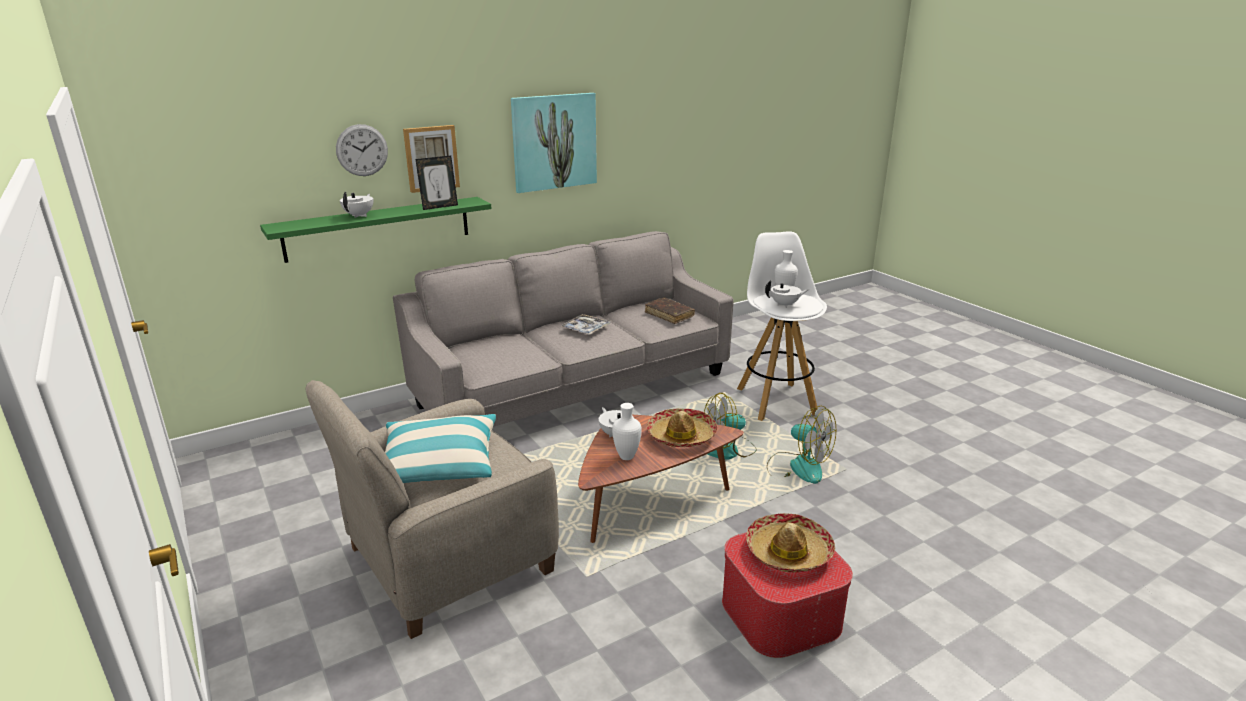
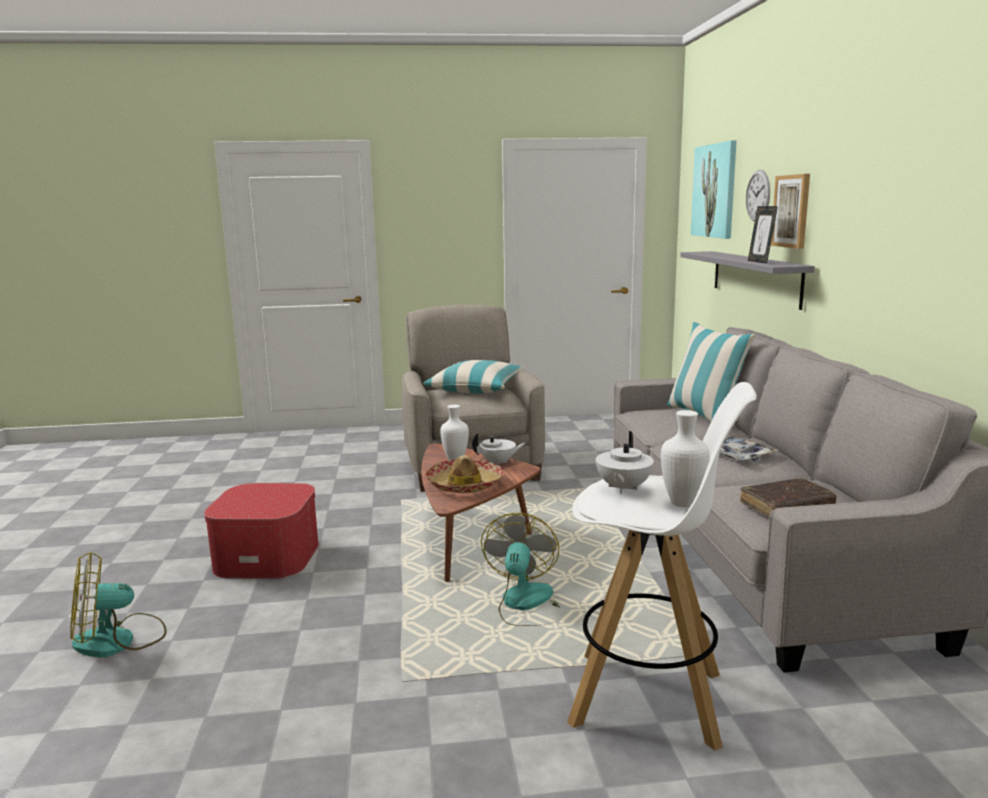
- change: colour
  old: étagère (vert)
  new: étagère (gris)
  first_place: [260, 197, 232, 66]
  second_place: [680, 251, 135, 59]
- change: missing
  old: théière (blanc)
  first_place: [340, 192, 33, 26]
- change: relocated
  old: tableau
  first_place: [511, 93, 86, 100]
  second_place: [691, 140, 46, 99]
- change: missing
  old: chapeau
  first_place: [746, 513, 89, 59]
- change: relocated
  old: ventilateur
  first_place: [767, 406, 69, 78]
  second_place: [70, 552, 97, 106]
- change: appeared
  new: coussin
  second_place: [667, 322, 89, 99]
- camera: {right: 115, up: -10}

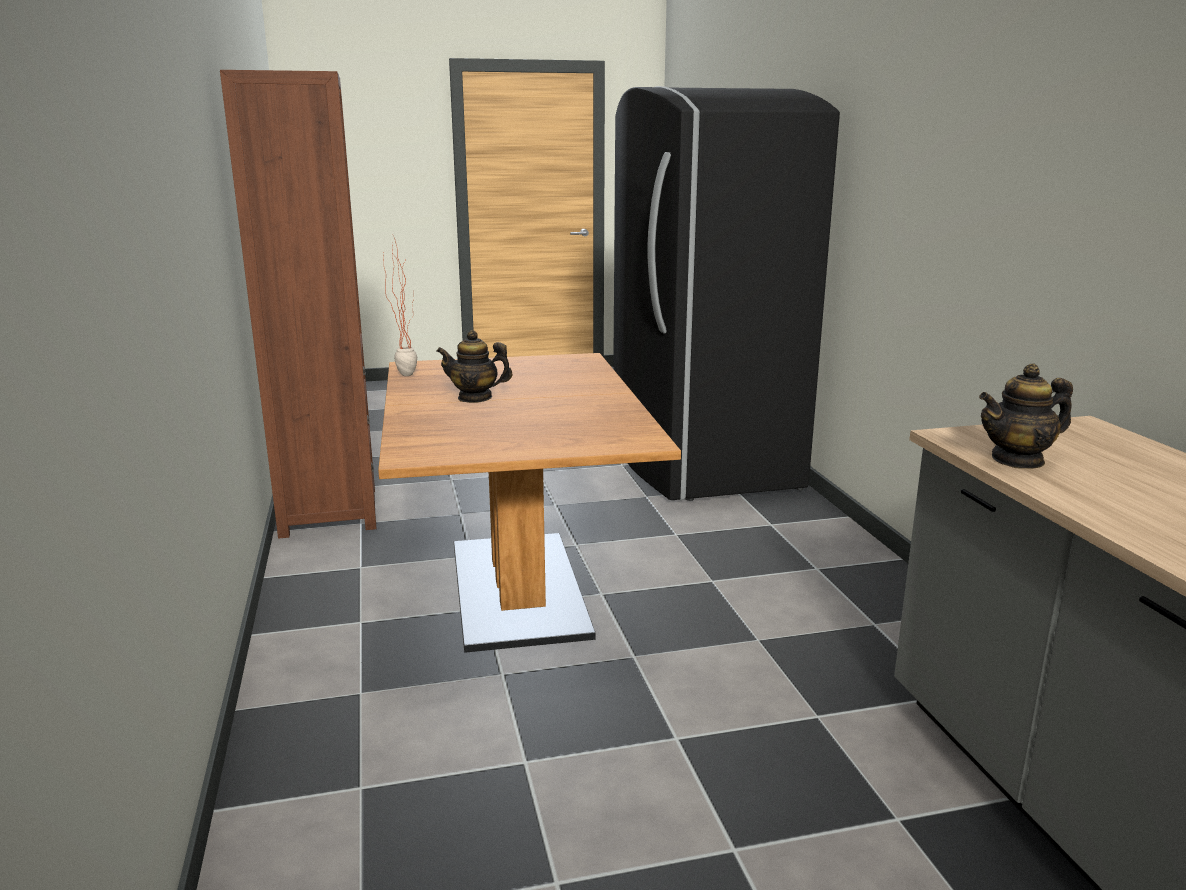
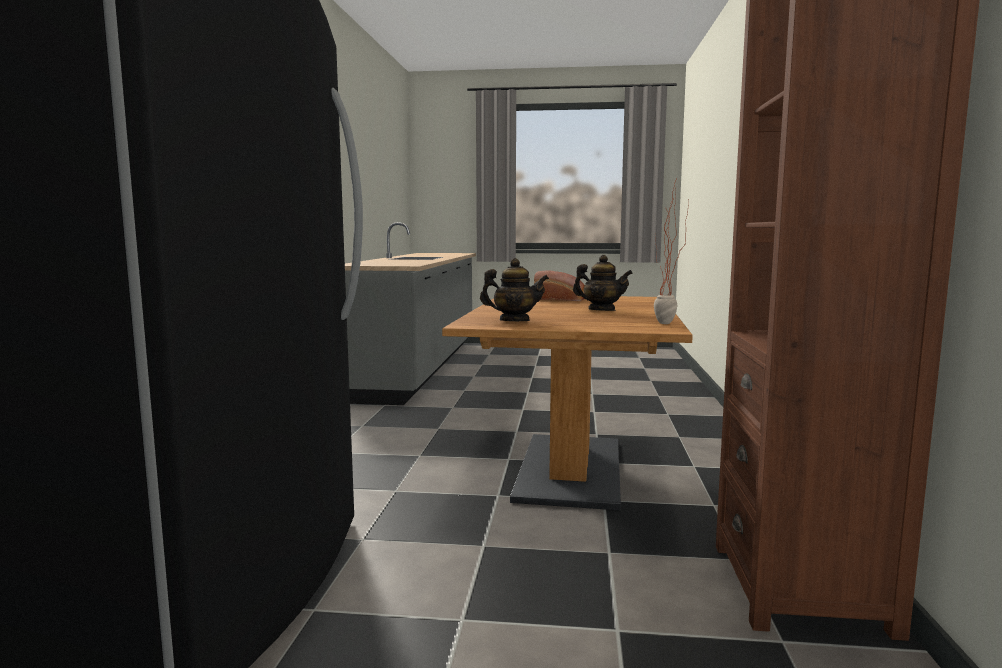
- change: relocated
  old: théière
  first_place: [979, 363, 94, 106]
  second_place: [480, 258, 69, 63]
- change: appeared
  new: pain
  second_place: [534, 270, 51, 31]
- camera: {right: -160, up: -10}

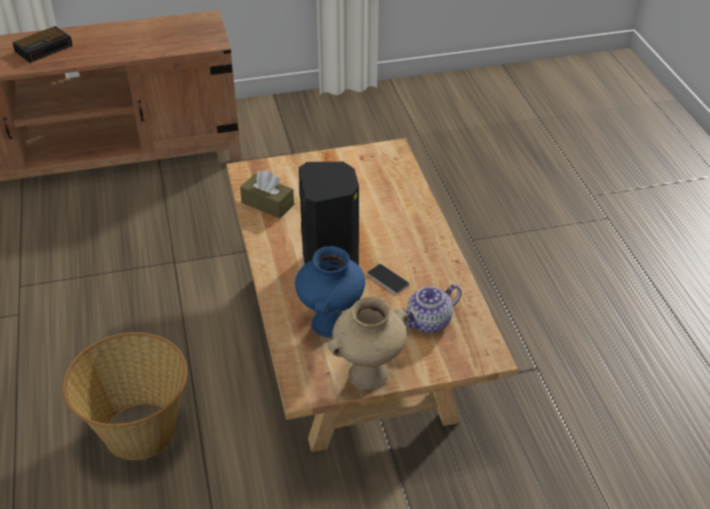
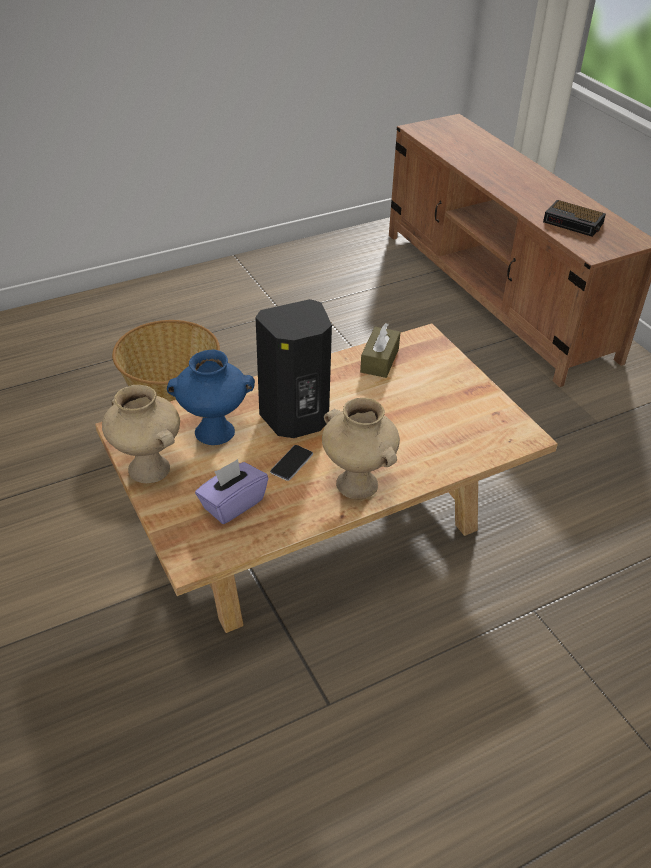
- change: relocated
  old: réveil
  first_place: [12, 26, 61, 37]
  second_place: [543, 200, 63, 37]
- change: exchanged
  old: théière
  new: boîte à mouchoirs (violet)
  first_place: [402, 284, 59, 49]
  second_place: [195, 459, 73, 65]
- change: appeared
  new: vase (beige)
  second_place: [322, 398, 78, 101]
- camera: {right: 75, up: 0}

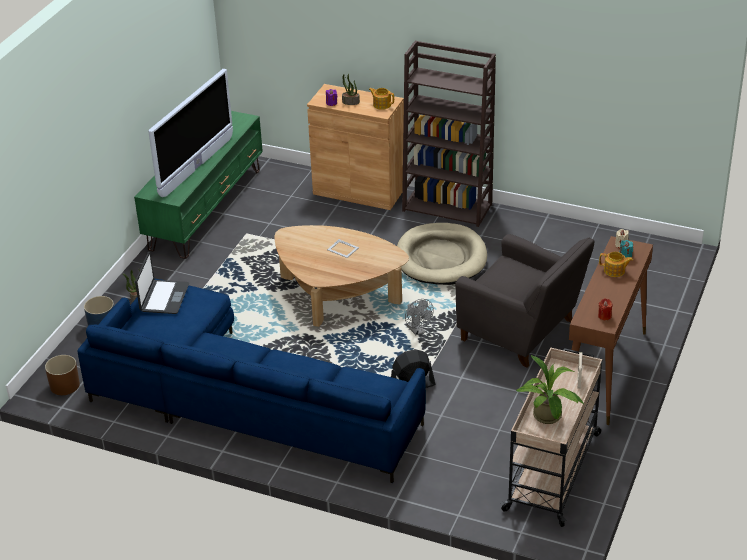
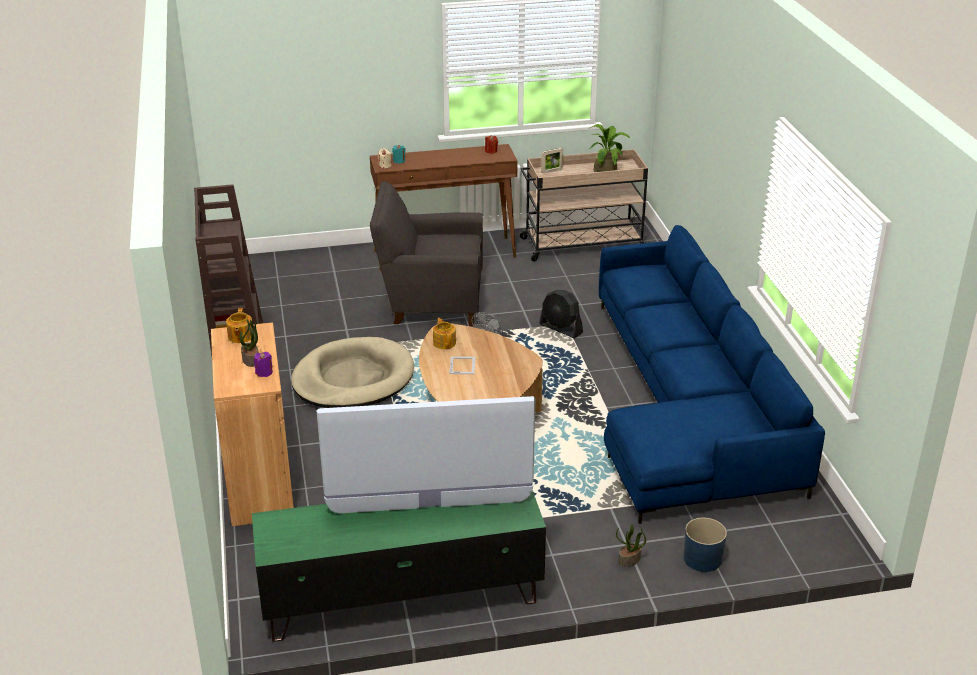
- change: missing
  old: cache-pot (marron)
  first_place: [45, 355, 35, 40]
- change: missing
  old: ordinateur portable
  first_place: [135, 252, 54, 62]
- change: spun
  old: fauteuil (gris)
  first_place: [455, 234, 139, 133]
  second_place: [370, 181, 113, 145]
  degrees: -90
- change: relocated
  old: théière
  first_place: [599, 252, 34, 25]
  second_place: [433, 318, 23, 31]
- camera: {right: -125, up: -5}

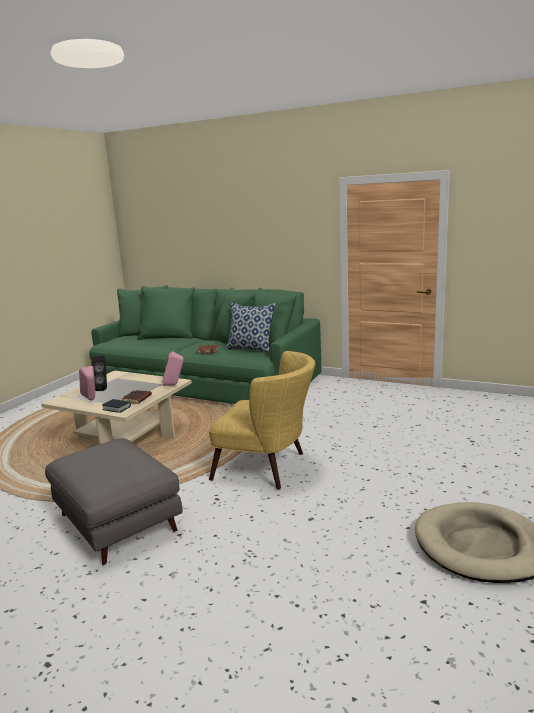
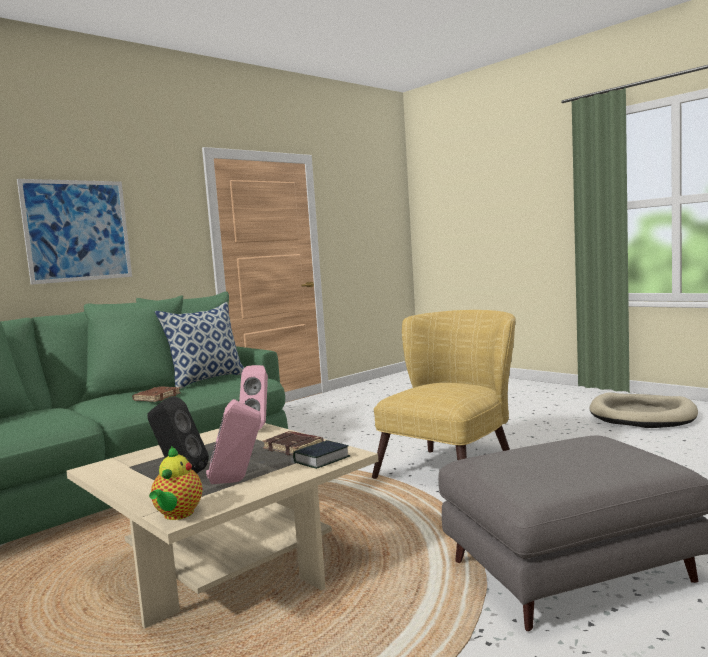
- change: appeared
  new: tableau
  second_place: [17, 179, 115, 106]
- change: appeared
  new: théière
  second_place: [149, 446, 53, 74]
- camera: {right: -70, up: -10}

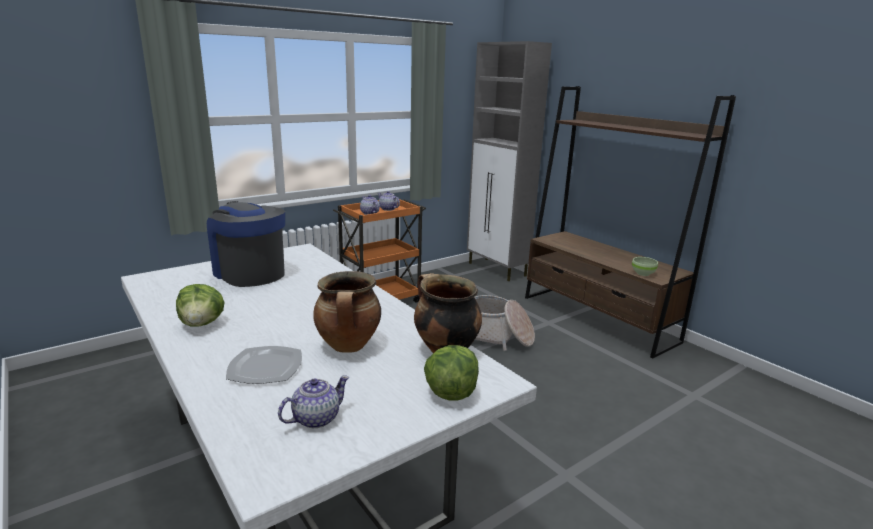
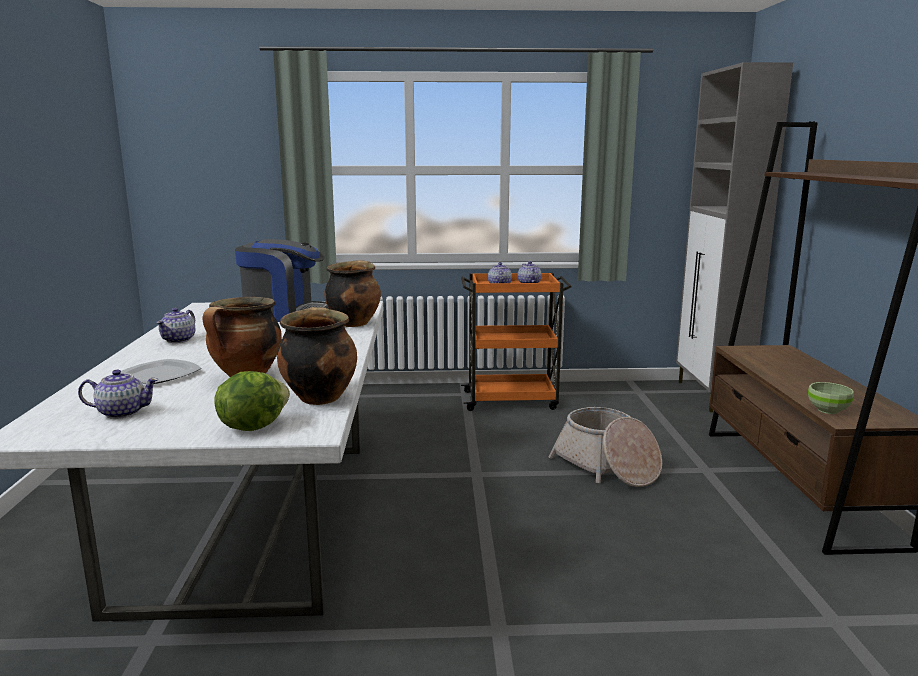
- change: exchanged
  old: laitue
  new: théière
  first_place: [176, 284, 49, 43]
  second_place: [156, 308, 39, 35]
- change: spun
  old: machine à café
  first_place: [207, 201, 78, 86]
  second_place: [235, 239, 94, 83]
  degrees: 105
- change: appeared
  new: marmite
  second_place: [324, 260, 57, 67]
- camera: {right: 35, up: -5}

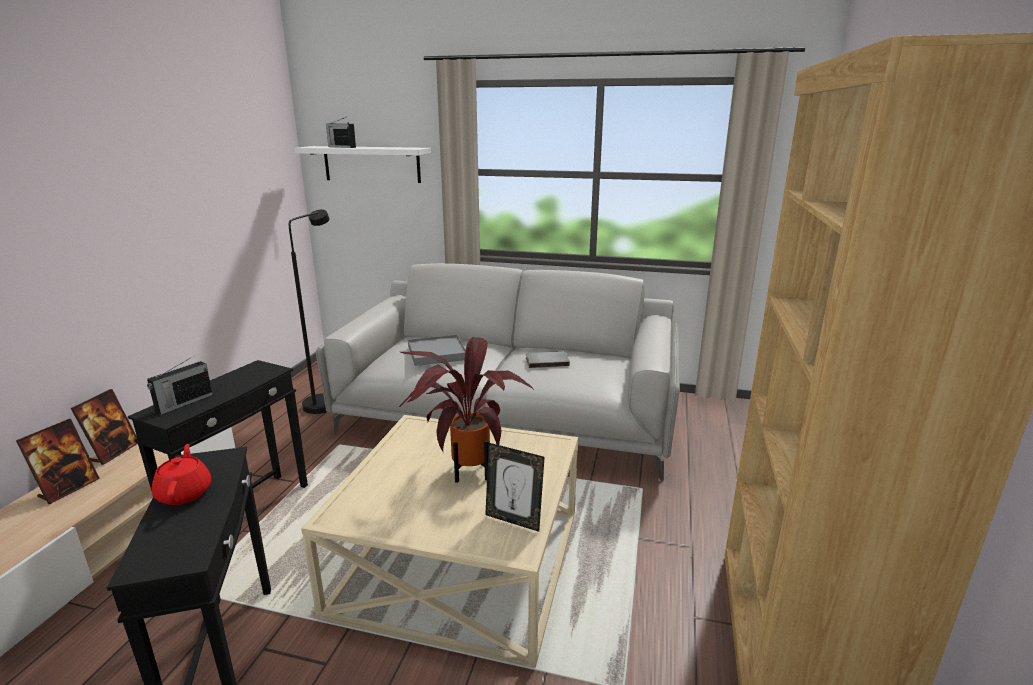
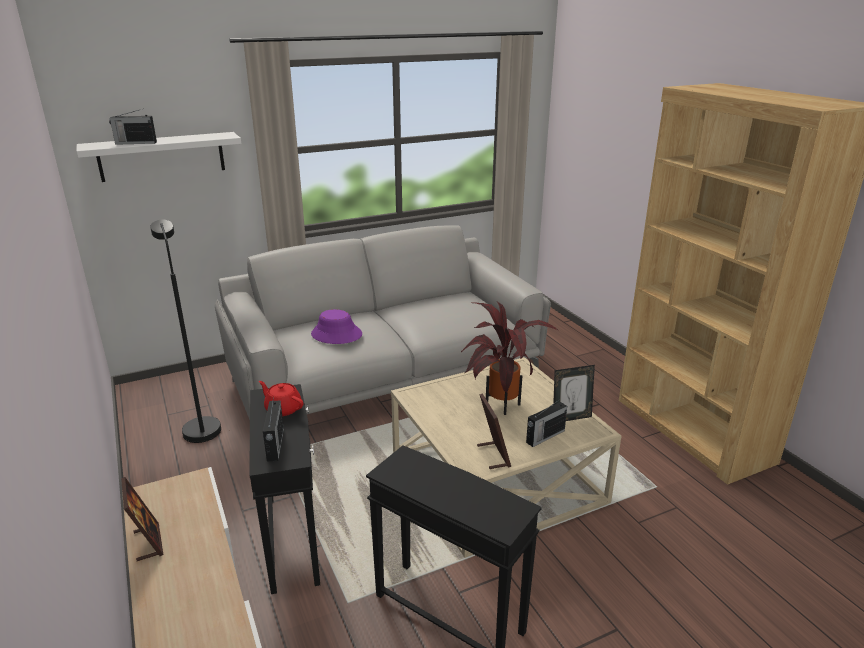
- change: relocated
  old: cadre photo
  first_place: [16, 419, 84, 85]
  second_place: [477, 393, 34, 76]
- change: relocated
  old: théière (rouge)
  first_place: [152, 444, 59, 61]
  second_place: [259, 381, 44, 35]
- change: exchanged
  old: plateau (gris)
  new: chapeau (violet)
  first_place: [408, 335, 58, 31]
  second_place: [311, 309, 51, 35]
- change: missing
  old: livre (gris)
  first_place: [526, 351, 44, 17]
- change: appeared
  new: radio
  second_place: [526, 399, 41, 48]
- camera: {right: -40, up: 5}

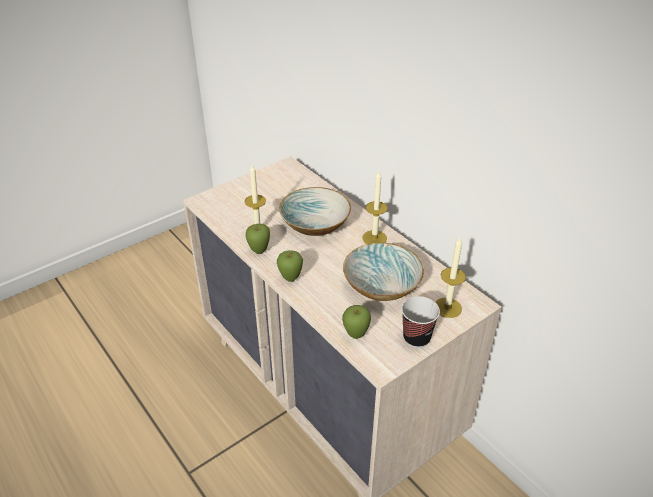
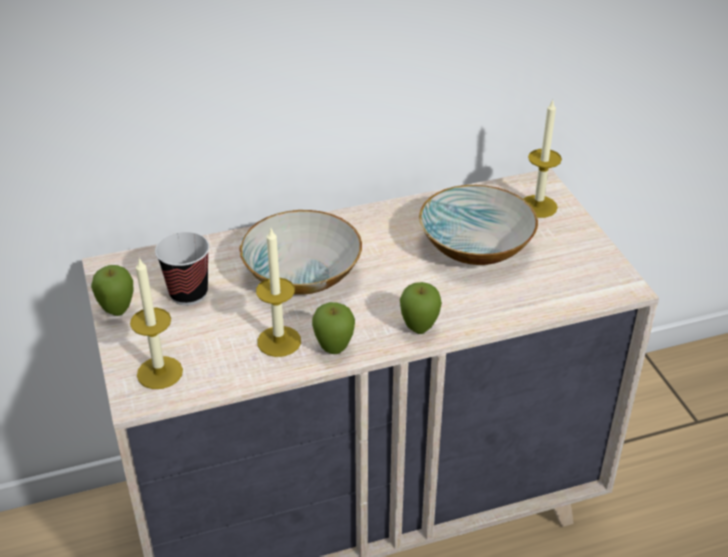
- change: relocated
  old: pomme
  first_place: [342, 305, 29, 34]
  second_place: [91, 265, 42, 51]
- change: relocated
  old: bougie
  first_place: [362, 171, 25, 73]
  second_place: [130, 257, 53, 132]
- change: relocated
  old: tasse
  first_place: [401, 296, 39, 52]
  second_place: [155, 232, 54, 73]
- camera: {right: -70, up: 0}

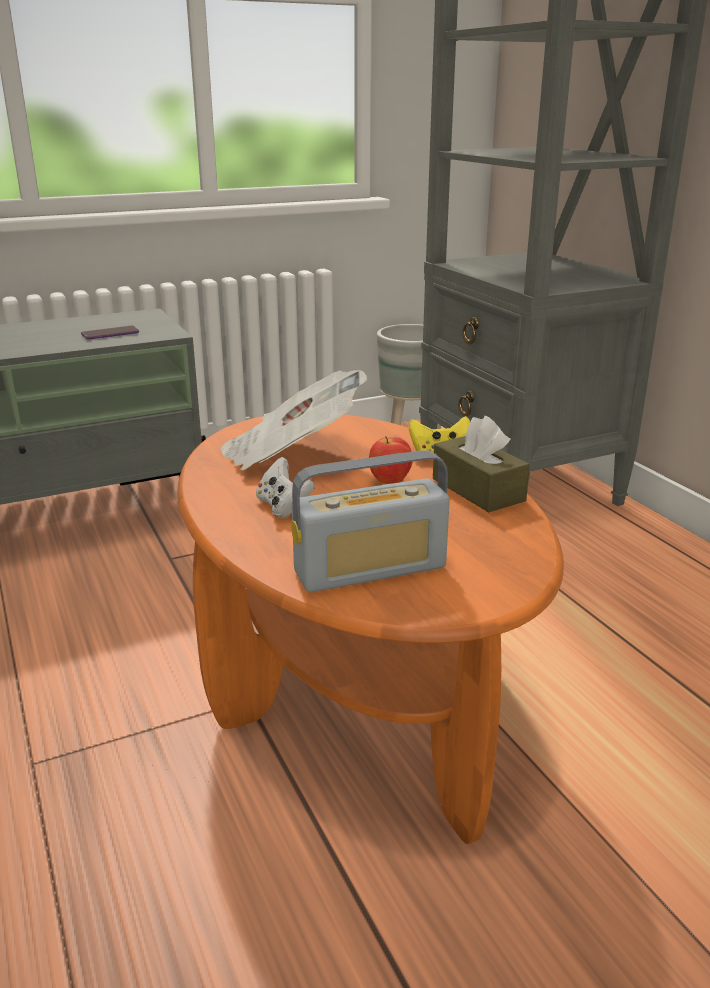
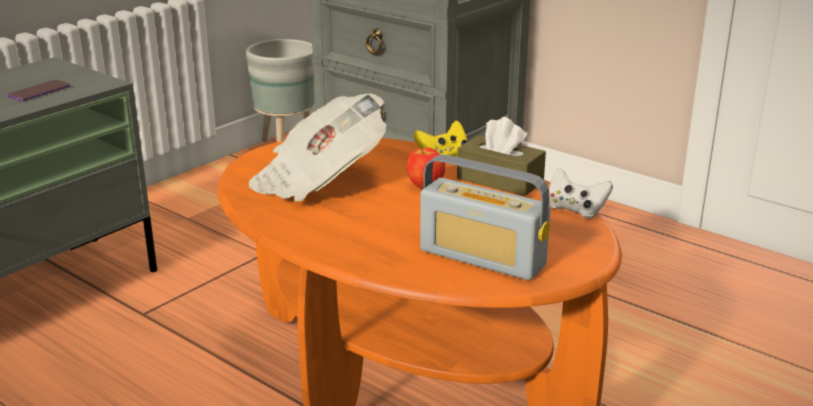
- change: relocated
  old: manette (blanc)
  first_place: [256, 457, 59, 61]
  second_place: [549, 168, 64, 50]
- change: spun
  old: radio
  first_place: [291, 451, 159, 141]
  second_place: [420, 155, 131, 125]
  degrees: 75
- camera: {right: -25, up: 0}

